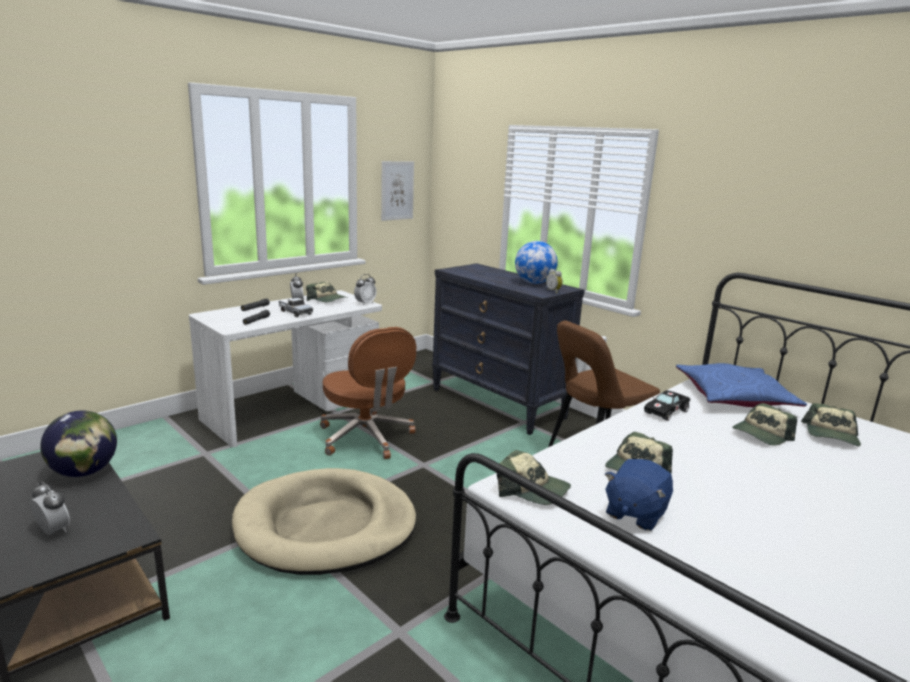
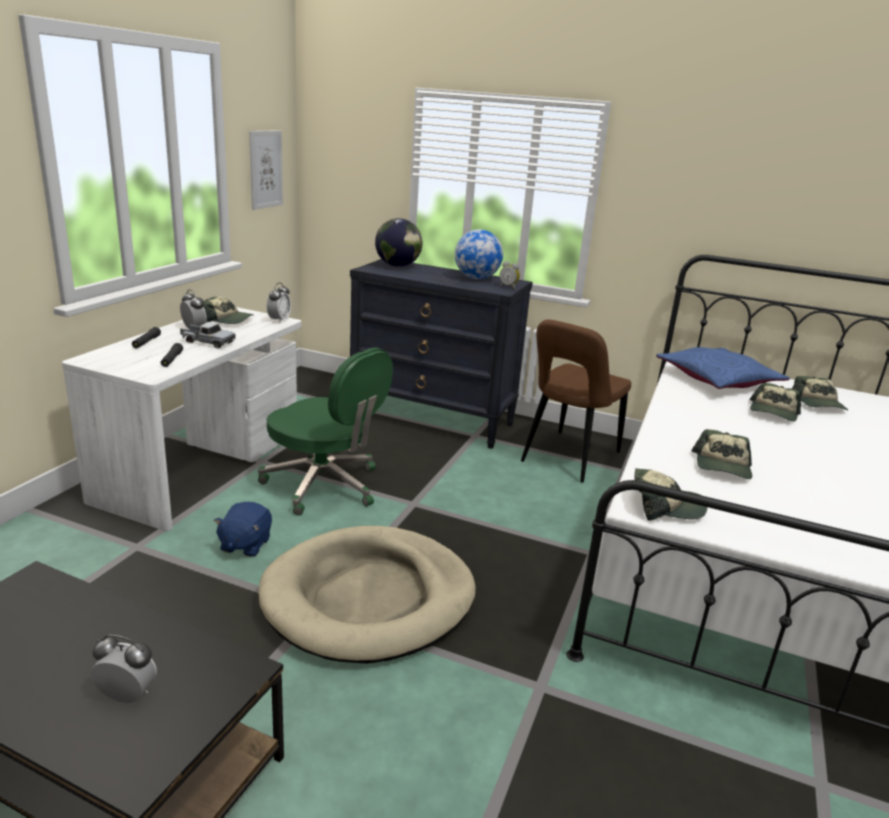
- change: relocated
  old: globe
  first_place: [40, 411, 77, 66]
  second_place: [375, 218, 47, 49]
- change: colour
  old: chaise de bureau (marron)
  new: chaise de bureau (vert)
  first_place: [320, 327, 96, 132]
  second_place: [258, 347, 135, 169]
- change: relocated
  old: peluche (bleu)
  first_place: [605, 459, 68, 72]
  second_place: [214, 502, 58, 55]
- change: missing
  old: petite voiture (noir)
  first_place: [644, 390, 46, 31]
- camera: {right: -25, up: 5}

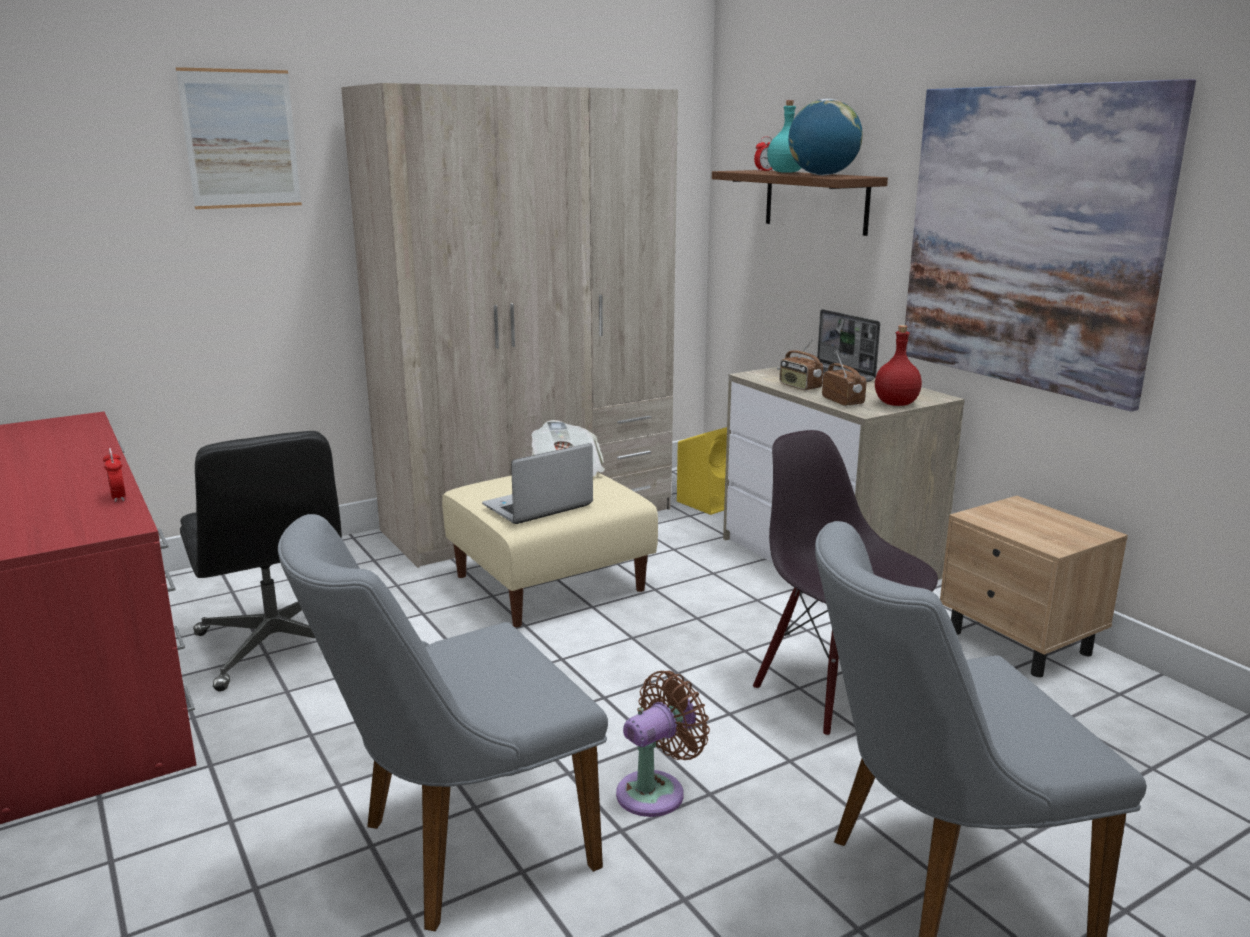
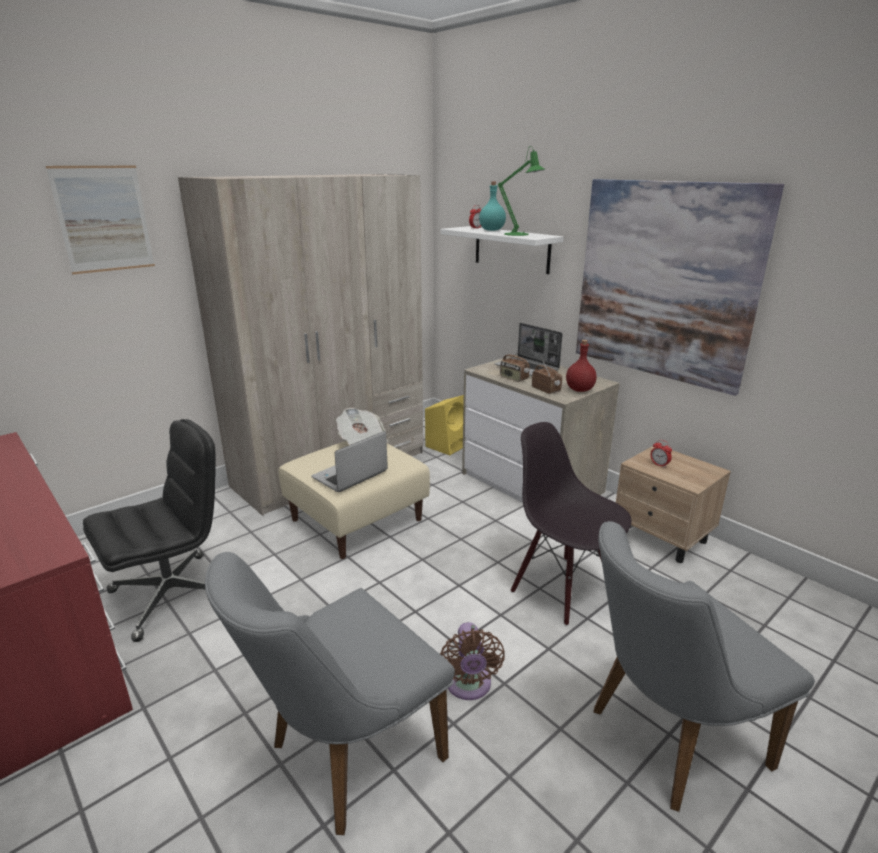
- change: relocated
  old: réveil
  first_place: [103, 448, 23, 54]
  second_place: [651, 440, 21, 28]
- change: spun
  old: chaise de bureau (noir)
  first_place: [180, 431, 162, 260]
  second_place: [83, 419, 133, 223]
  degrees: -90
- change: spun
  old: ventilateur (marron)
  first_place: [616, 671, 94, 146]
  second_place: [440, 622, 65, 78]
  degrees: 135
- change: colour
  old: étagère (marron)
  new: étagère (blanc)
  first_place: [712, 170, 176, 66]
  second_place: [440, 226, 124, 48]
- change: exchanged
  old: globe
  new: lampe de table (vert)
  first_place: [788, 99, 75, 76]
  second_place: [498, 146, 47, 90]
- camera: {right: -10, up: 5}

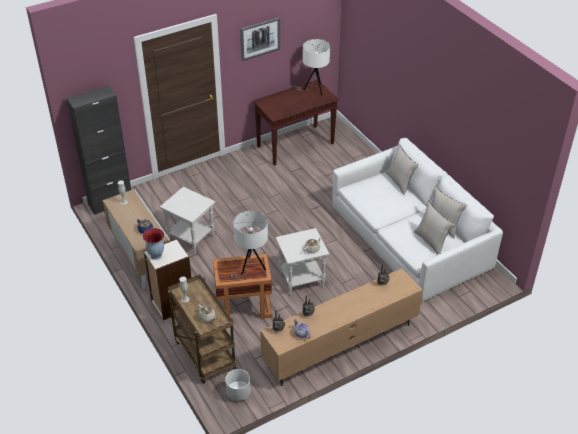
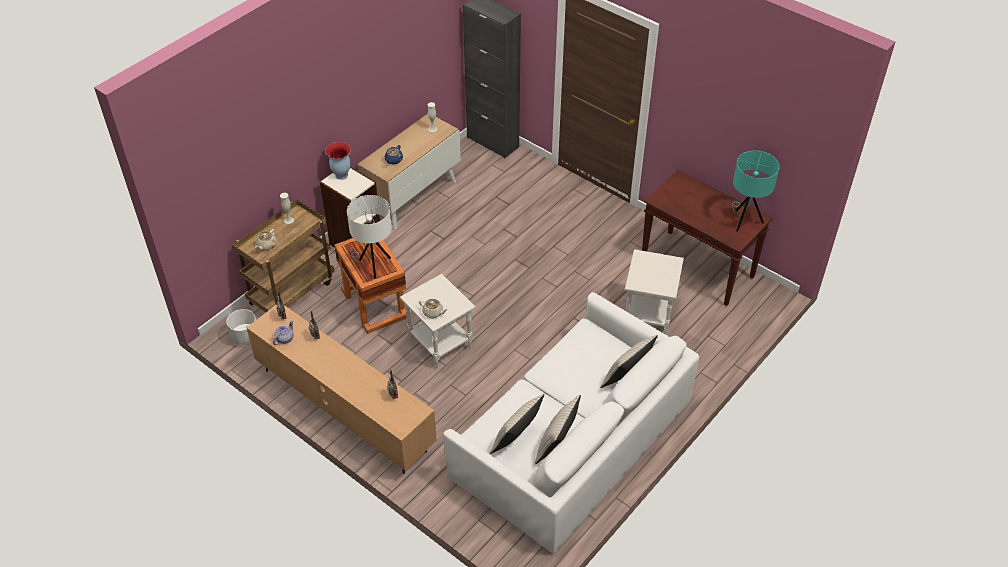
- change: relocated
  old: table d'appoint (blanc)
  first_place: [160, 187, 55, 67]
  second_place: [625, 249, 59, 86]
- change: missing
  old: tableau
  first_place: [240, 17, 40, 44]
- change: colour
  old: lampe de table (blanc)
  new: lampe de table (turquoise)
  first_place: [296, 39, 34, 56]
  second_place: [732, 150, 48, 82]
- camera: {right: 70, up: 5}

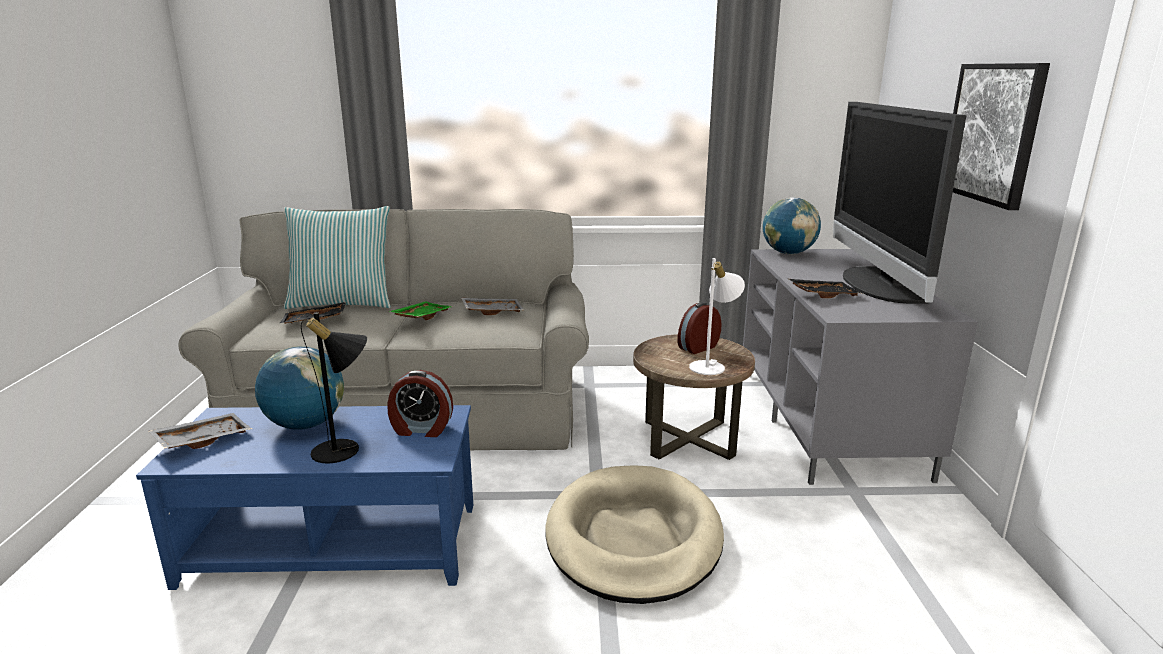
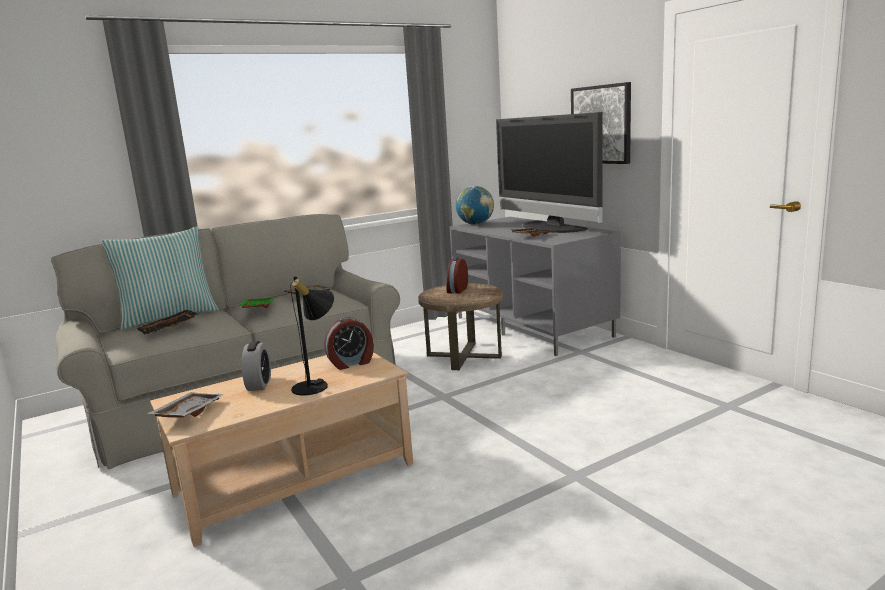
- change: colour
  old: table basse (bleu)
  new: table basse (beige)
  first_place: [136, 405, 337, 185]
  second_place: [150, 352, 263, 195]
- change: exchanged
  old: globe
  new: réveil
  first_place: [255, 346, 89, 83]
  second_place: [242, 341, 29, 50]
- change: missing
  old: panier pour chien (beige)
  first_place: [545, 465, 179, 139]
- change: missing
  old: lampe de table (blanc)
  first_place: [689, 258, 56, 117]
- camera: {right: -30, up: -5}

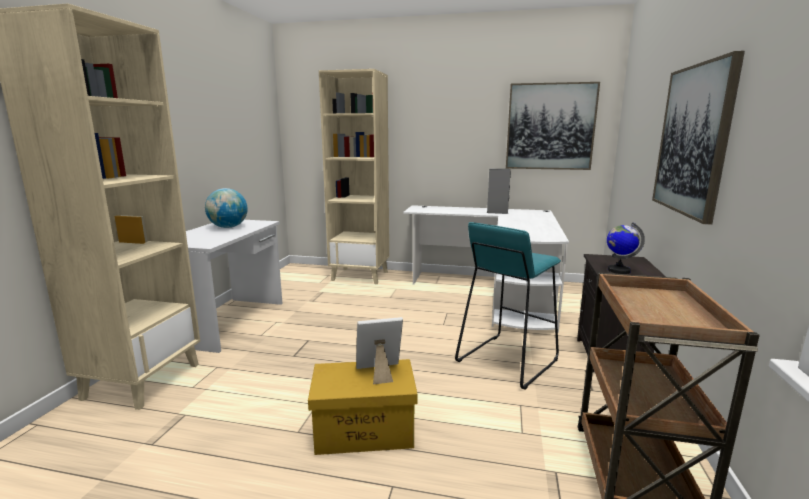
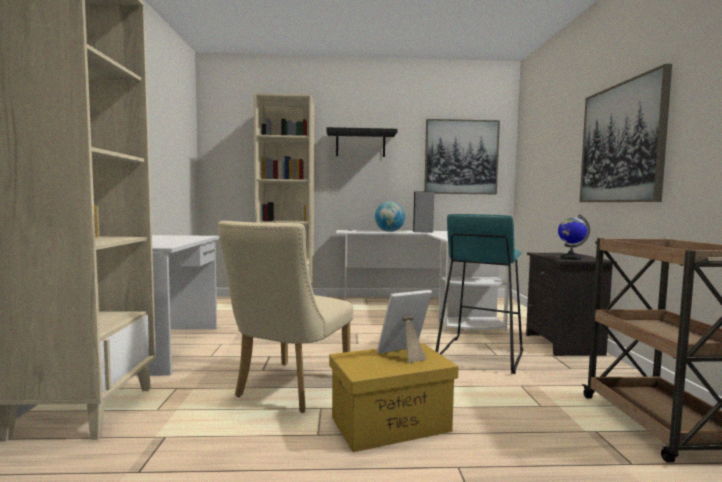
- change: relocated
  old: globe
  first_place: [205, 188, 43, 40]
  second_place: [375, 201, 30, 31]
- change: appeared
  new: chaise (beige)
  second_place: [217, 221, 136, 192]
- change: appeared
  new: étagère (noir)
  second_place: [326, 127, 72, 30]
- camera: {right: -15, up: -10}

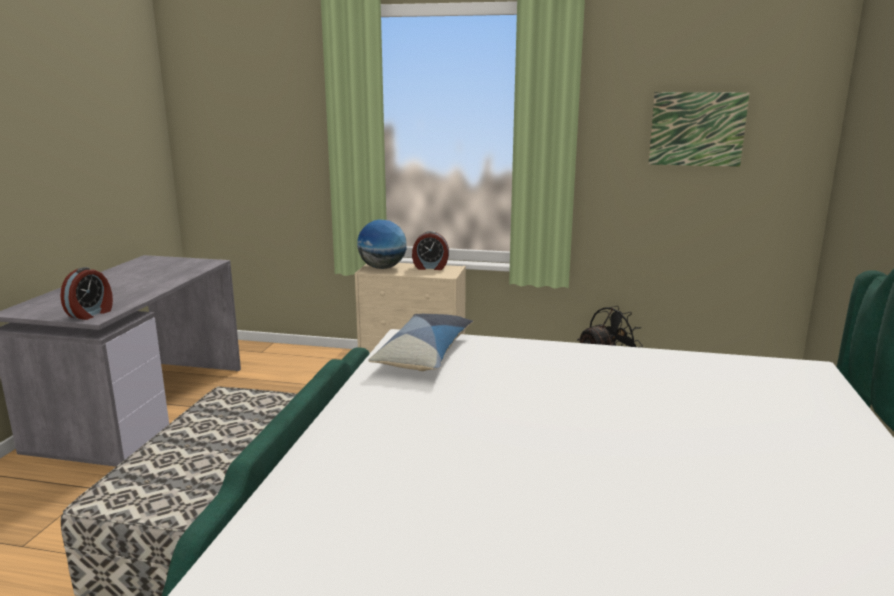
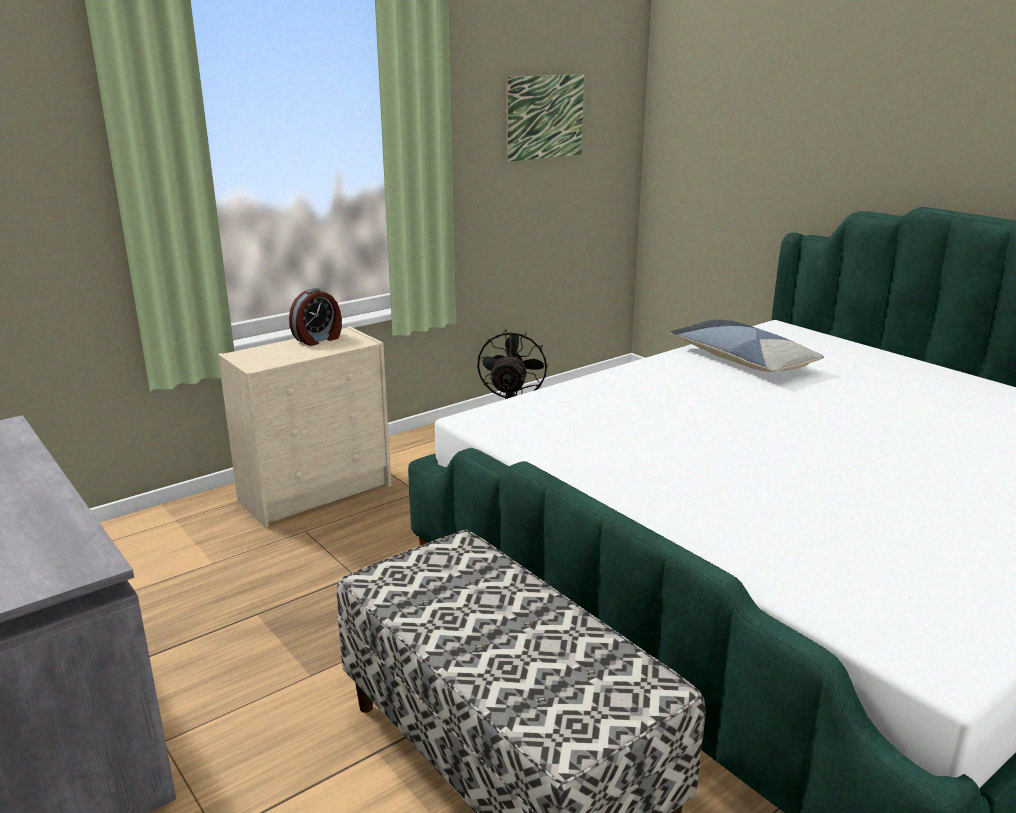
- change: missing
  old: réveil
  first_place: [60, 267, 53, 53]
- change: missing
  old: globe
  first_place: [357, 220, 50, 49]
- change: relocated
  old: coussin
  first_place: [368, 314, 105, 57]
  second_place: [671, 319, 153, 53]
- camera: {right: -50, up: 5}

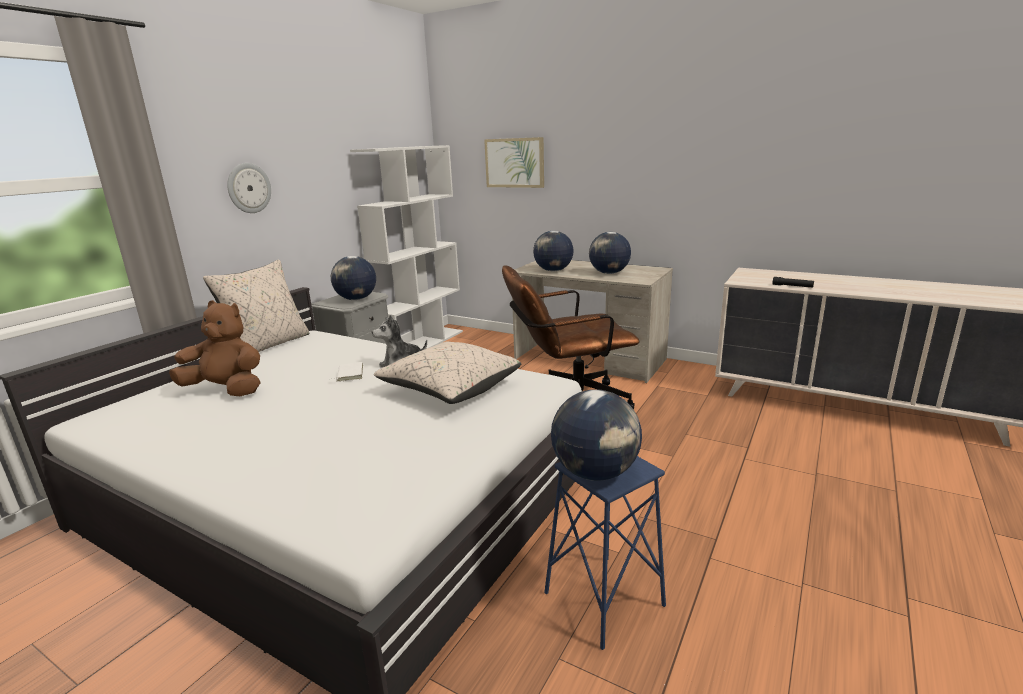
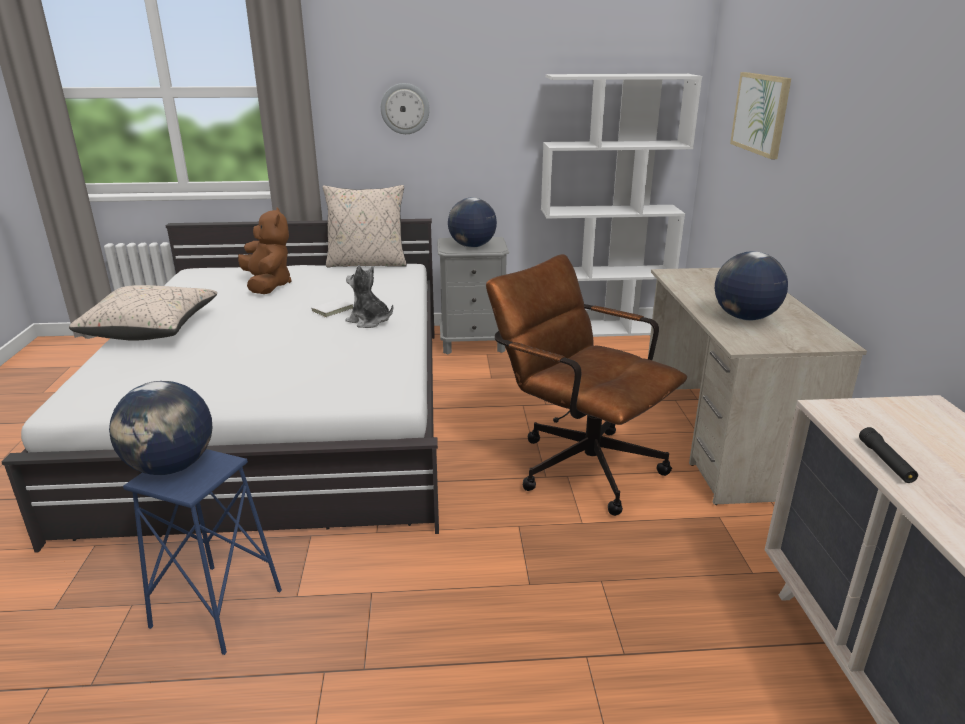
- change: relocated
  old: coussin (beige)
  first_place: [374, 342, 147, 62]
  second_place: [69, 285, 148, 55]
- change: missing
  old: globe
  first_place: [533, 231, 41, 41]
- camera: {right: 55, up: 5}

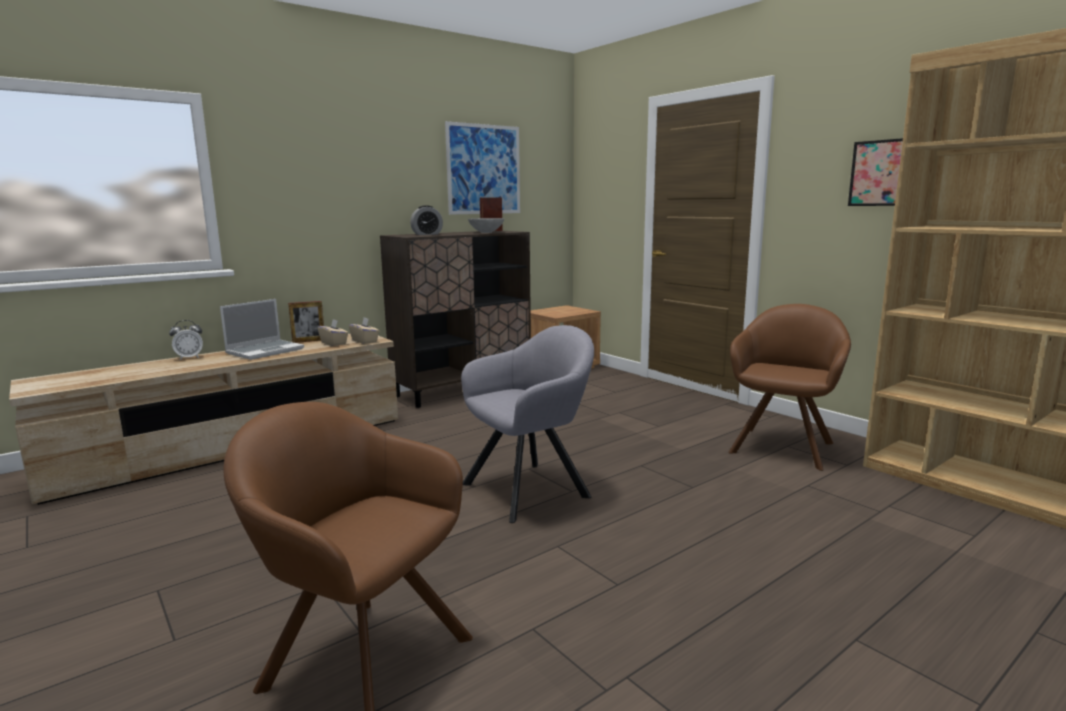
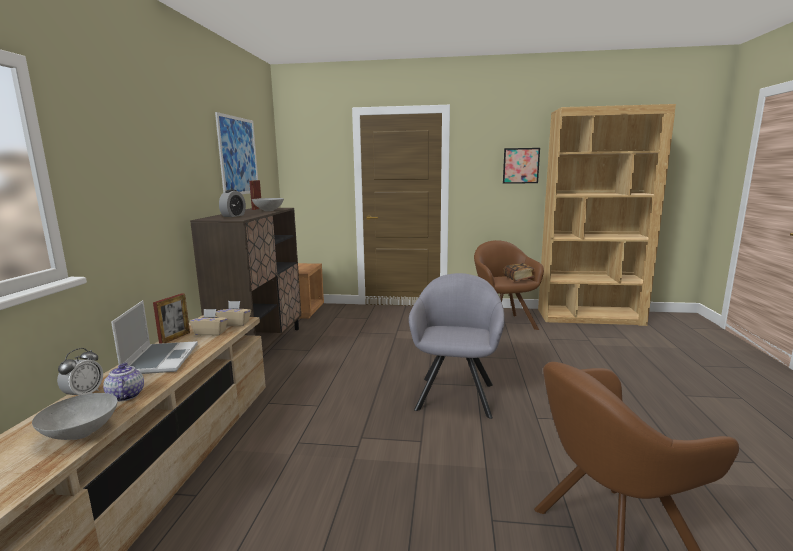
- change: appeared
  new: bol (gris)
  second_place: [32, 393, 86, 47]
- change: appeared
  new: théière
  second_place: [103, 363, 41, 39]
- change: appeared
  new: livre
  second_place: [503, 263, 32, 18]
- camera: {right: -45, up: 0}

